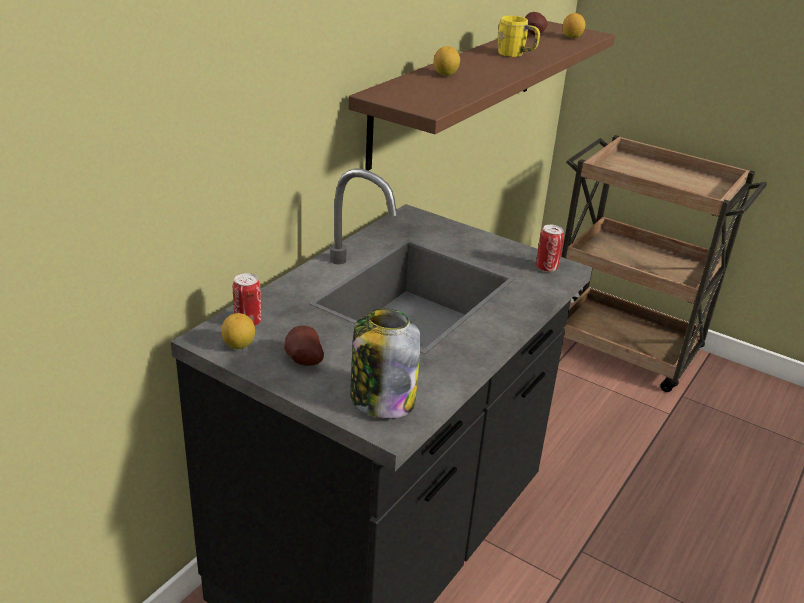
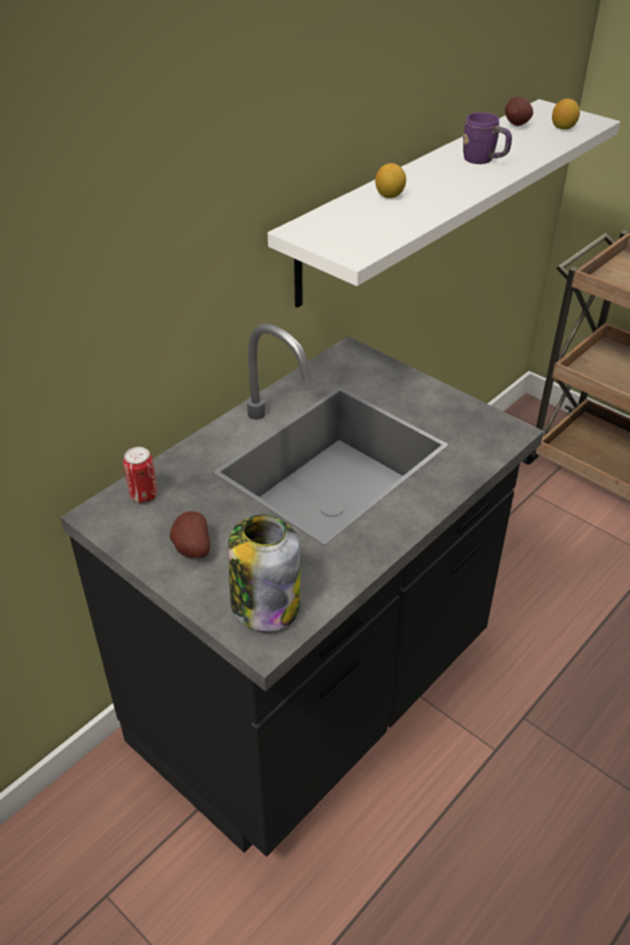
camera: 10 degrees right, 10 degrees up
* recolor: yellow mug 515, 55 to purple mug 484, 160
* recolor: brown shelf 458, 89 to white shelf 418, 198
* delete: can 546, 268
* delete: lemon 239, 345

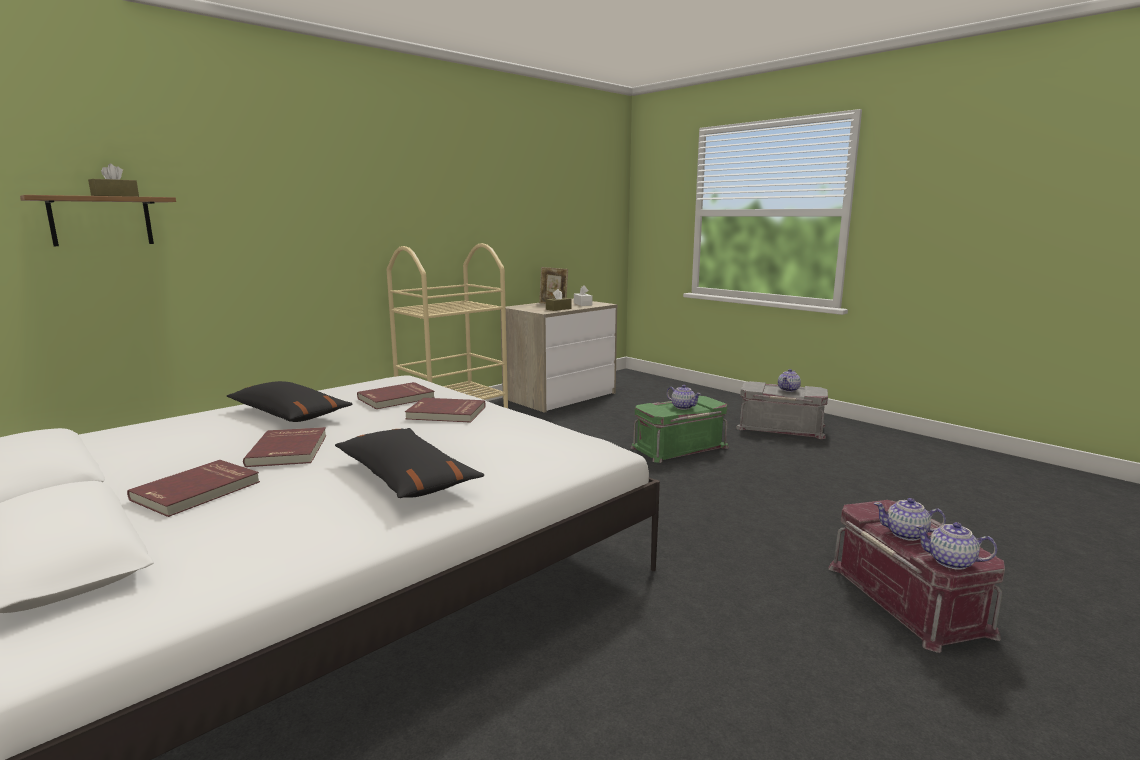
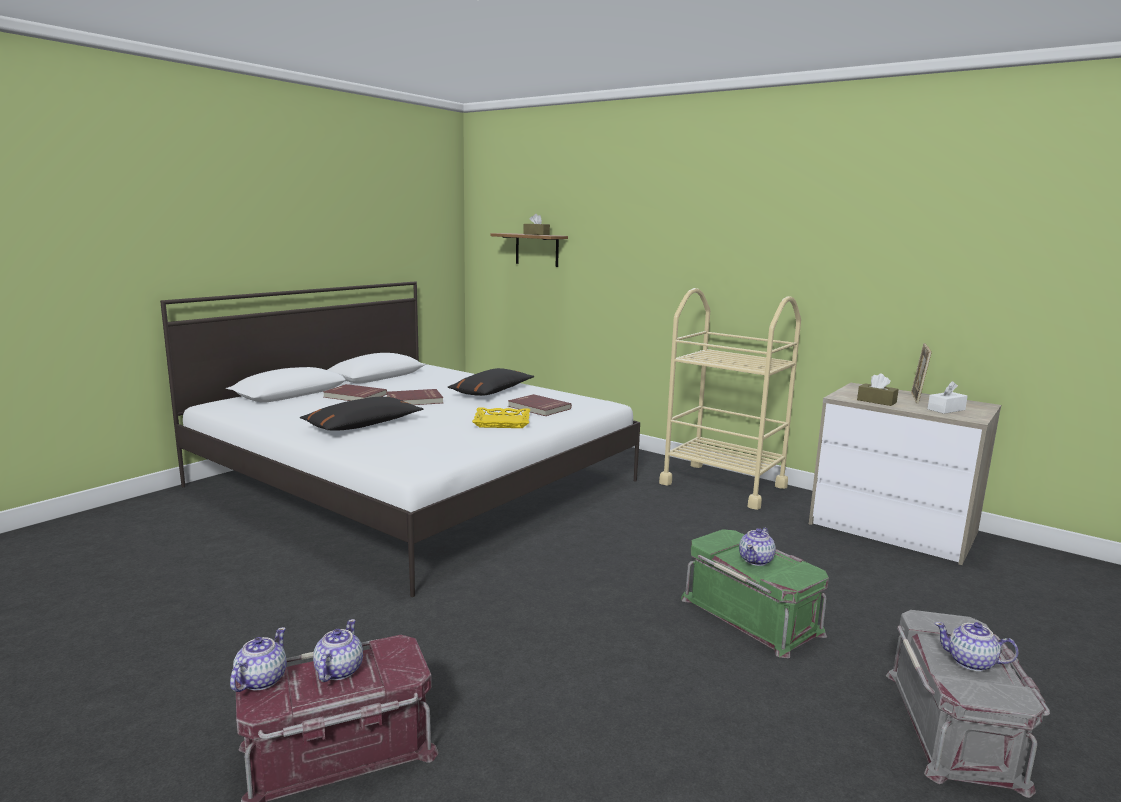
camera: 80 degrees right, 0 degrees up
* replace: red book 446, 413 to yellow tray 502, 422

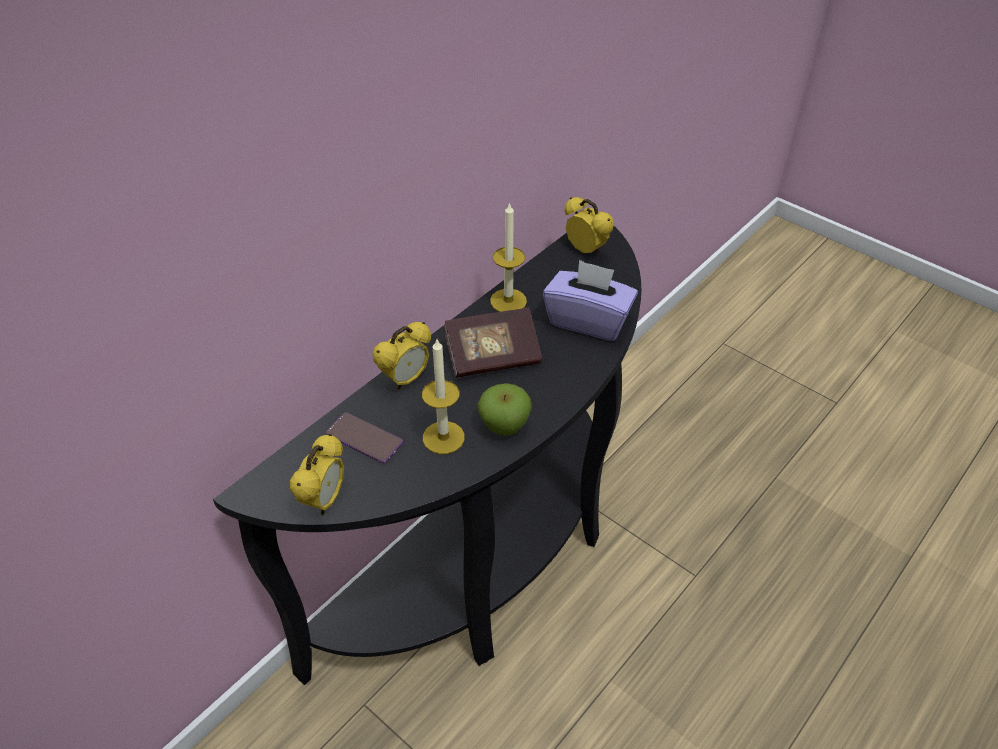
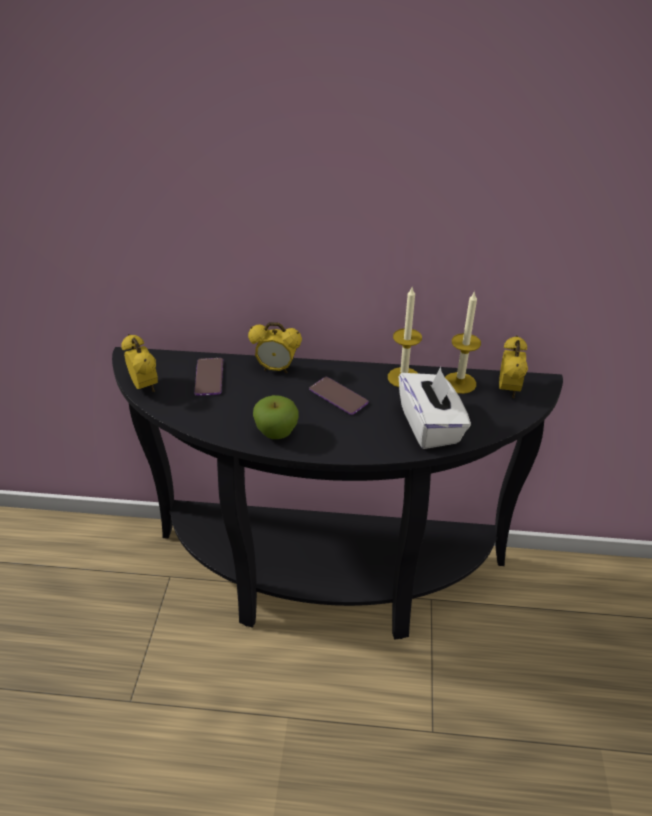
camera: 55 degrees right, 5 degrees down
* recolor: purple tissue box 588, 320 to white tissue box 430, 426
* replace: book 492, 357 to phone 338, 396
* move: candle 443, 437 to 459, 383
* rotate: alarm clock 324, 500 = 145, 386 105 degrees counterclockwise

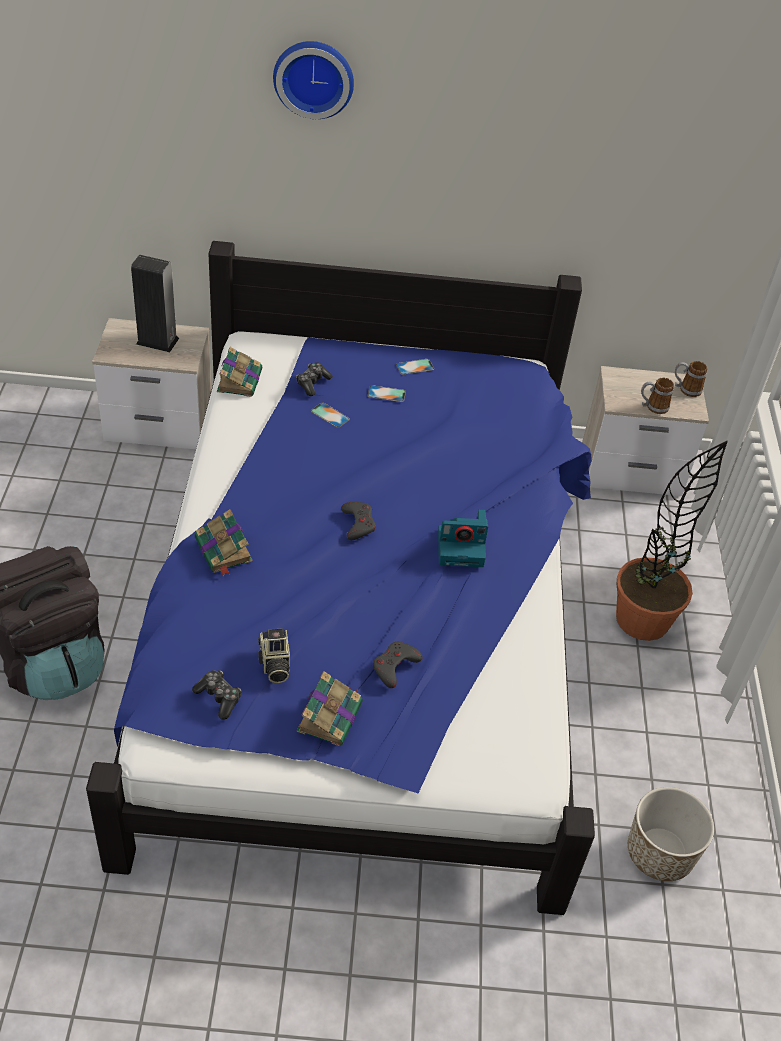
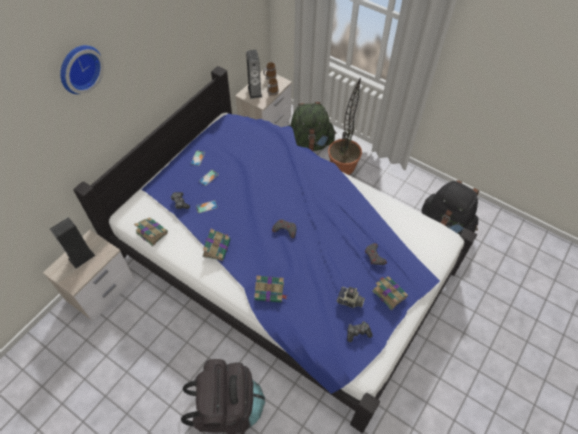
camera: 55 degrees left, 10 degrees up
* delete: photo camera 462, 547
* replace: planter 659, 853 to black backpack 446, 223
* insert: speaker 254, 91
* insert: green backpack 309, 144
* insert: book 217, 247

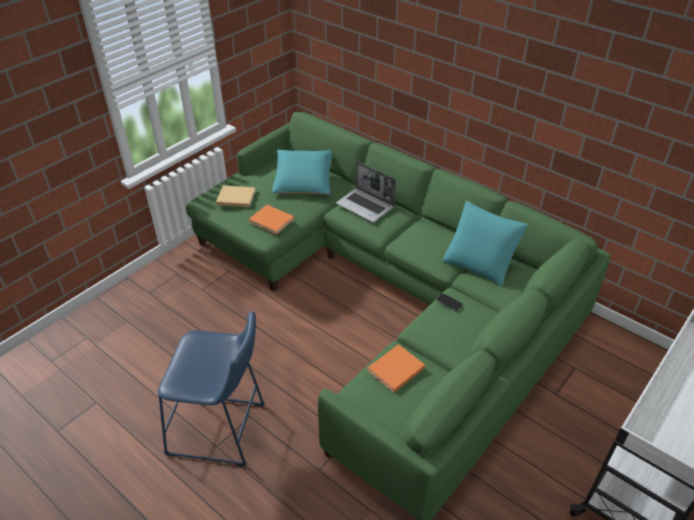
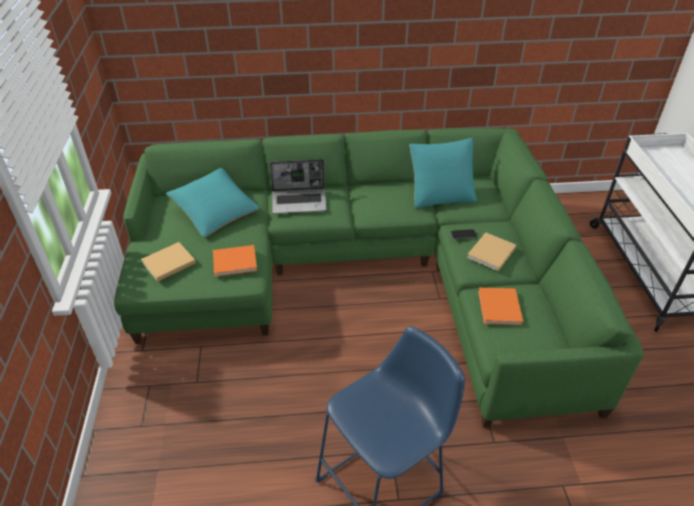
camera: 45 degrees left, 0 degrees up
* insert: beige book 490, 253

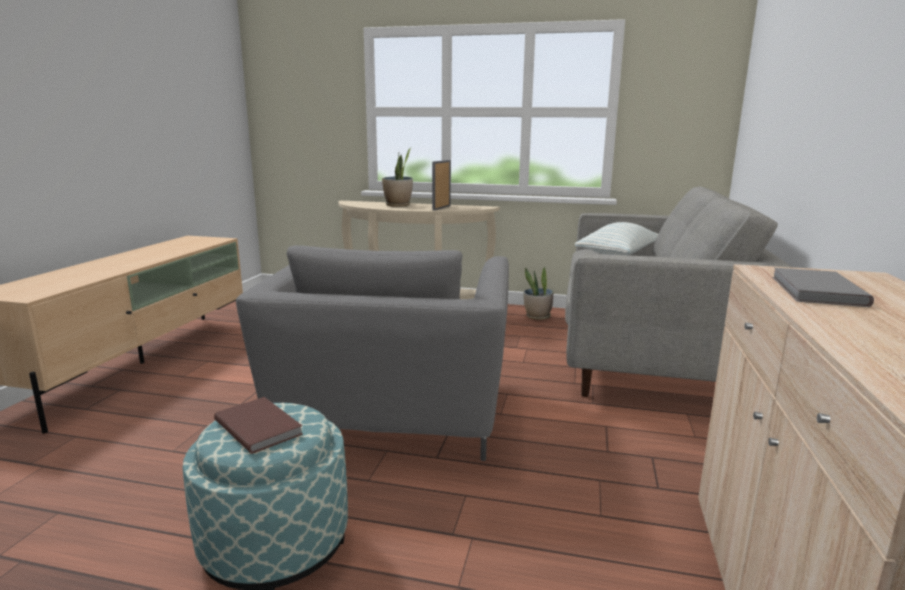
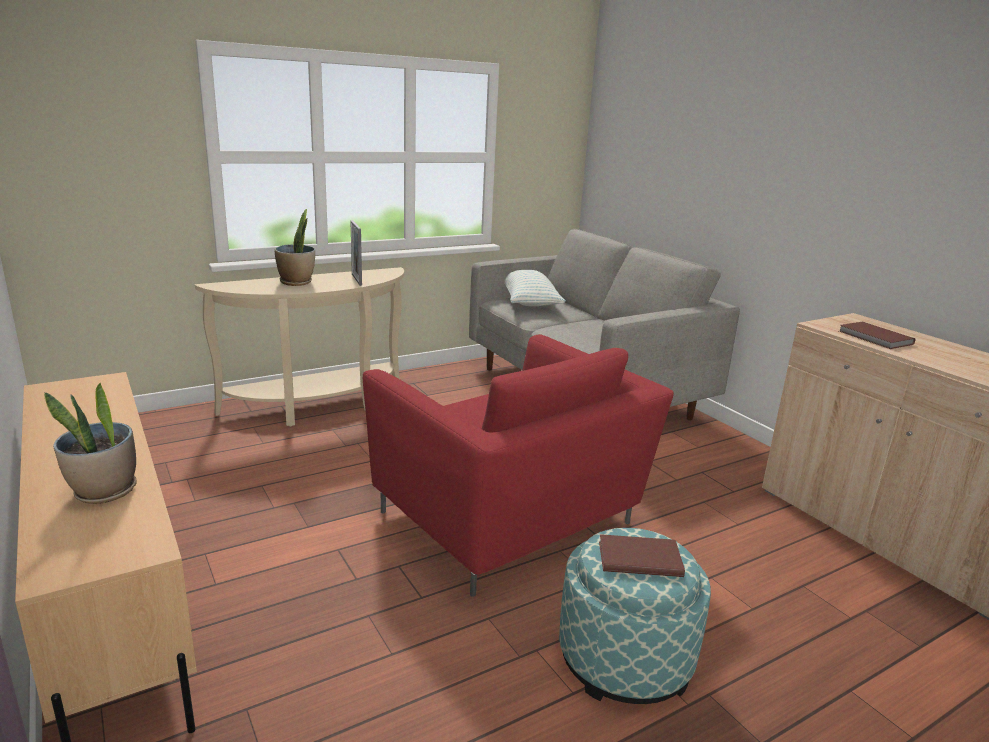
camera: 45 degrees left, 5 degrees up
* recolor: grey armchair 392, 416 to red armchair 509, 521
* move: potted plant 537, 316 to 104, 492
* recolor: grey book 815, 291 to brown book 875, 338

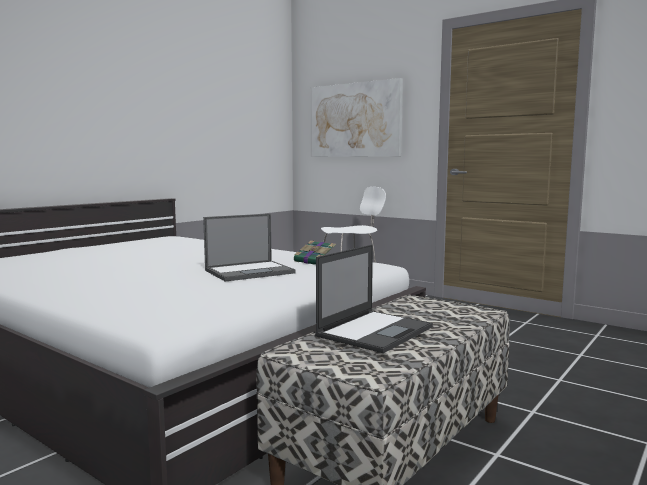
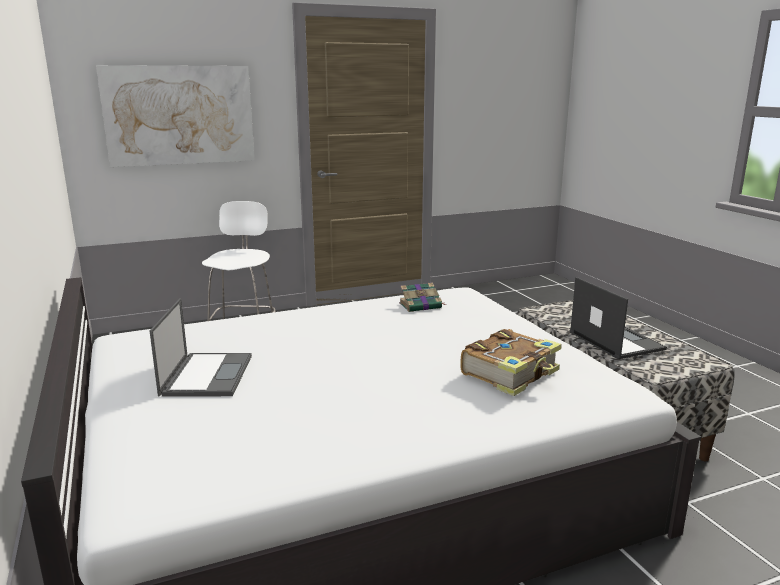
camera: 60 degrees left, 10 degrees up
* move: laptop 250, 271 to 207, 374
* insert: book 511, 373

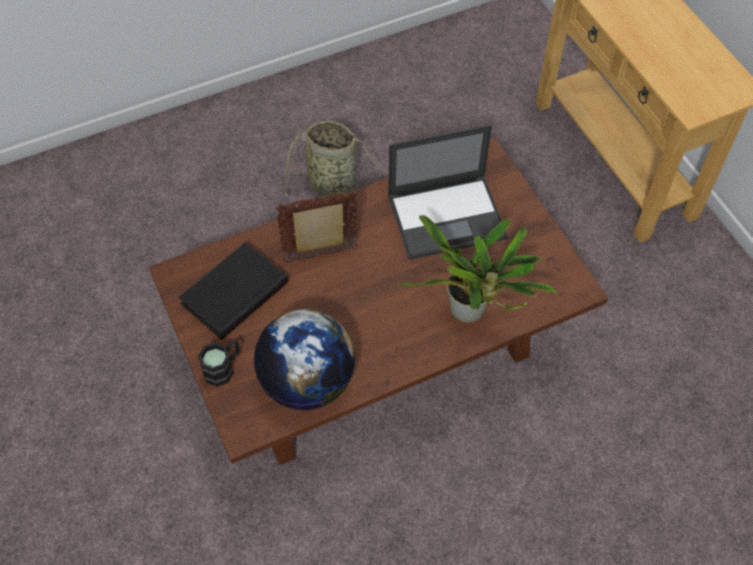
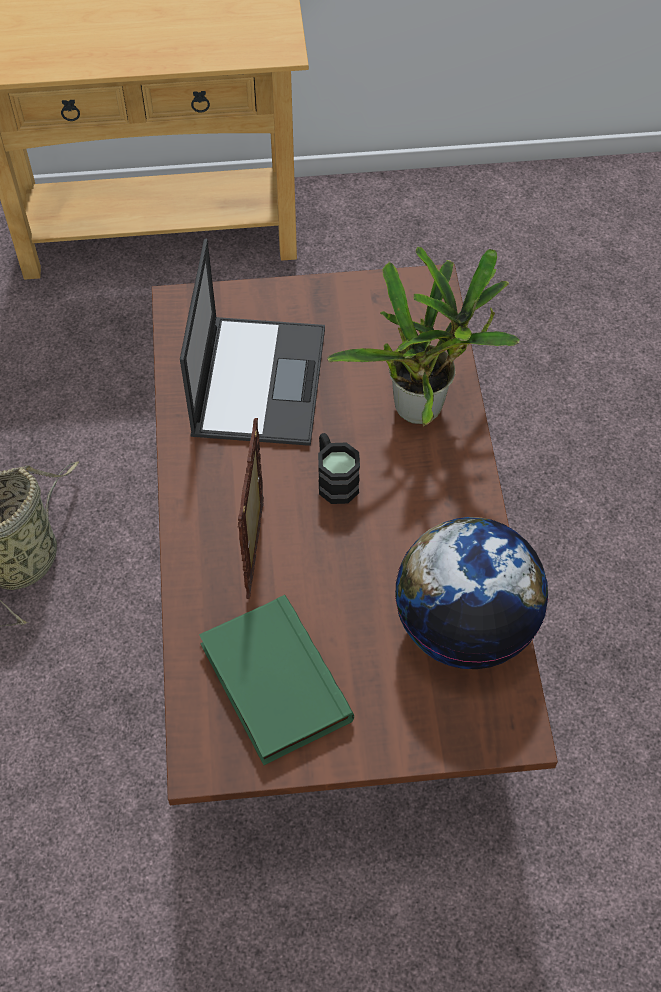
camera: 70 degrees left, 0 degrees up
* recolor: black book 233, 292 to green book 271, 683
* move: black mug 223, 368 to 334, 479

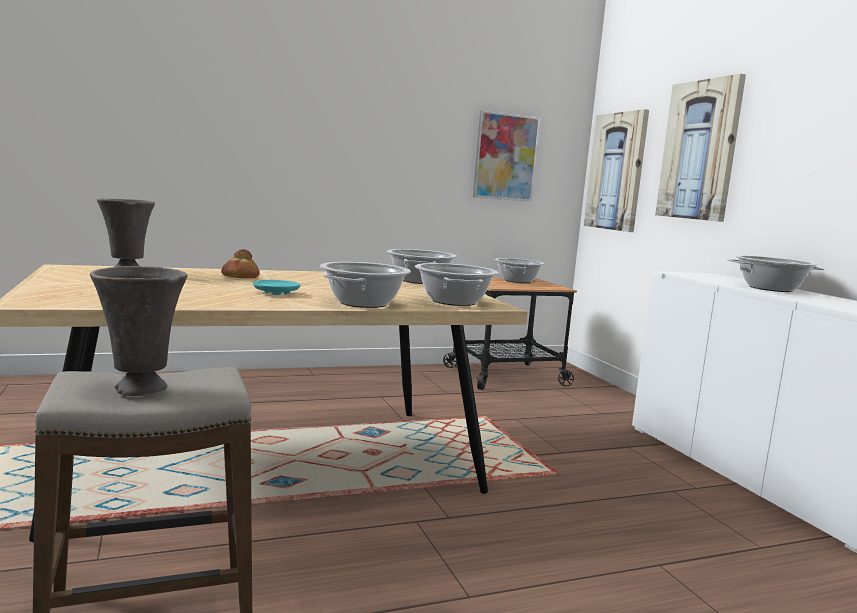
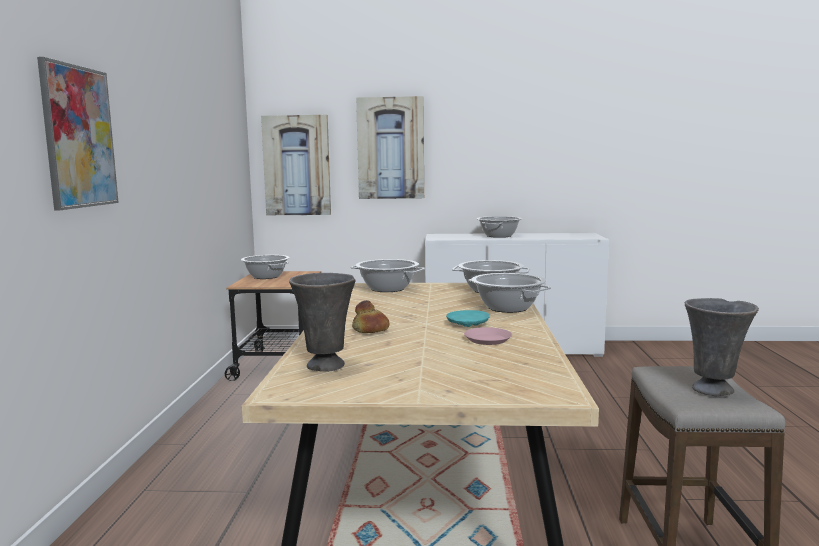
camera: 65 degrees left, 0 degrees up
* move: picture 505, 157 to 79, 137
* insert: pink plate 487, 339

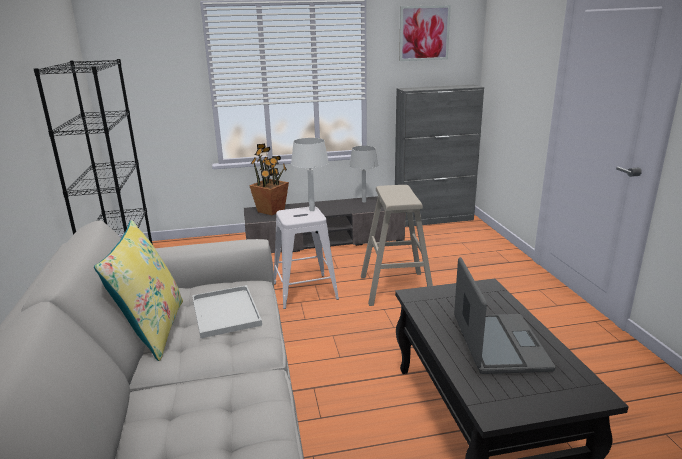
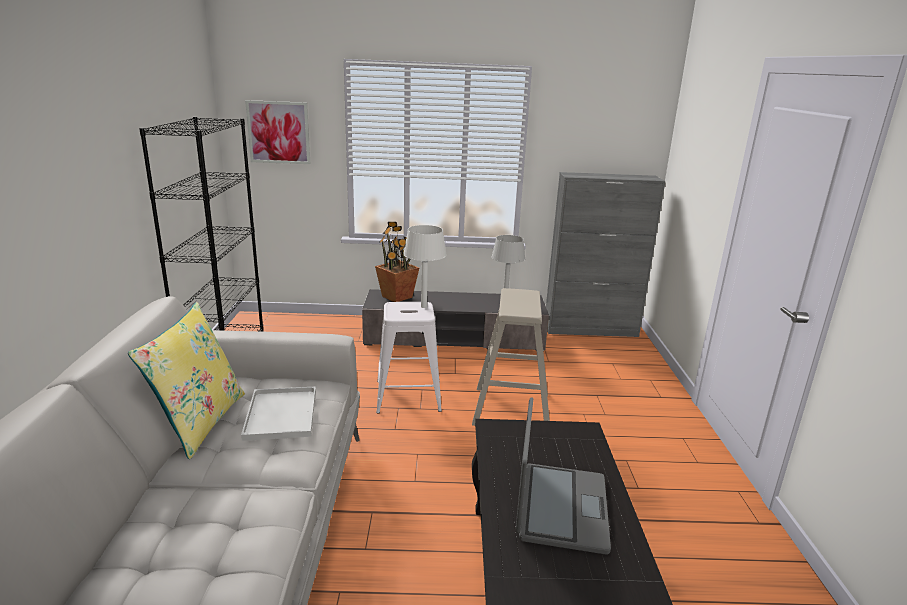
camera: 10 degrees right, 0 degrees up
* move: picture 424, 33 to 279, 132

